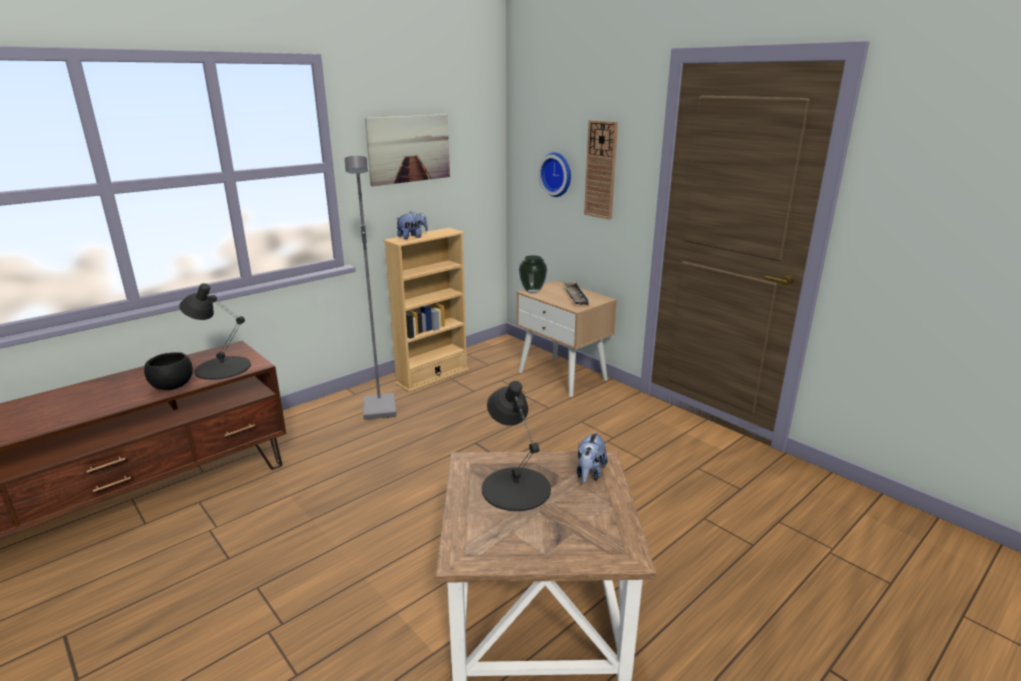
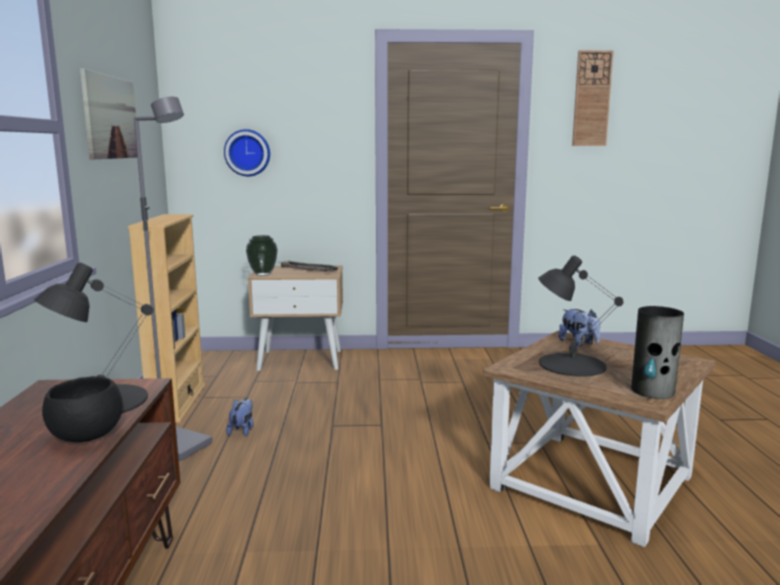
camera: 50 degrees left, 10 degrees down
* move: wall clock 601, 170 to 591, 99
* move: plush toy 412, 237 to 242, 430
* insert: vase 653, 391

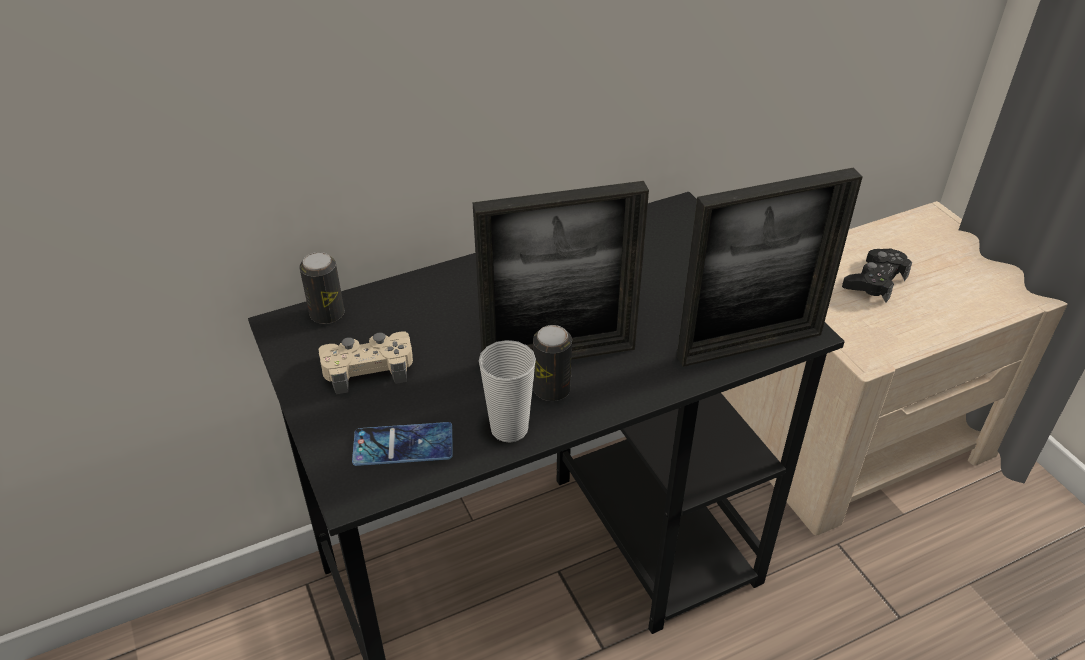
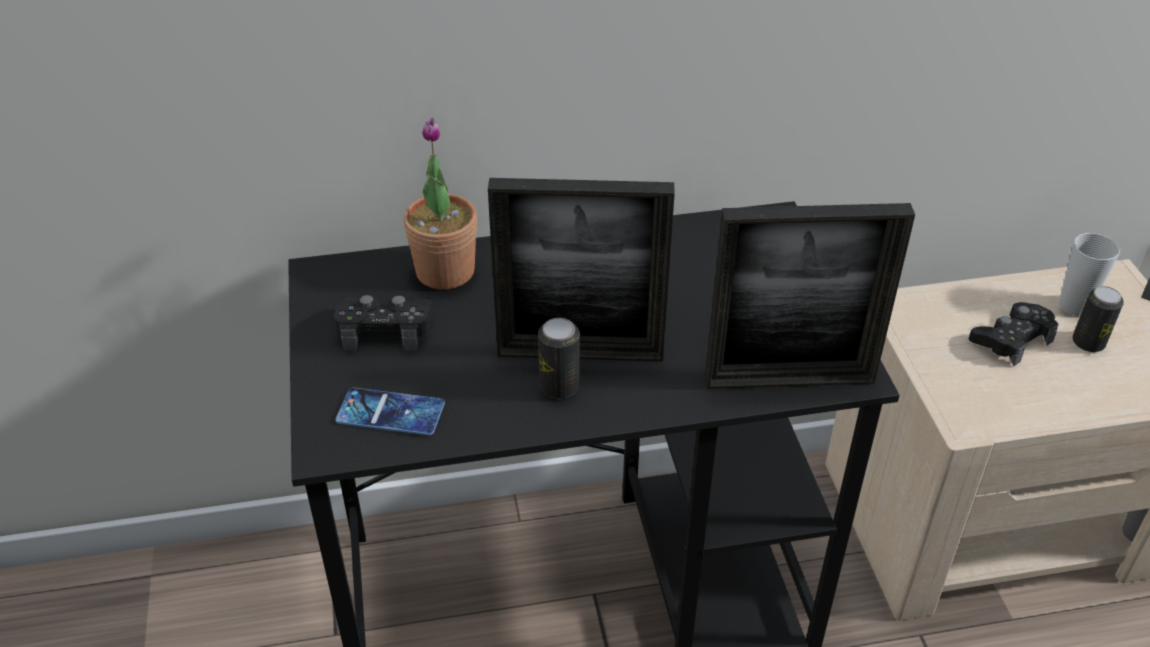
camera: 15 degrees right, 0 degrees up
* move: can 327, 314 to 1088, 343
* recolor: beige game controller 368, 368 to black game controller 385, 330
* move: cup 509, 429 to 1074, 306
* insert: potted plant 445, 271

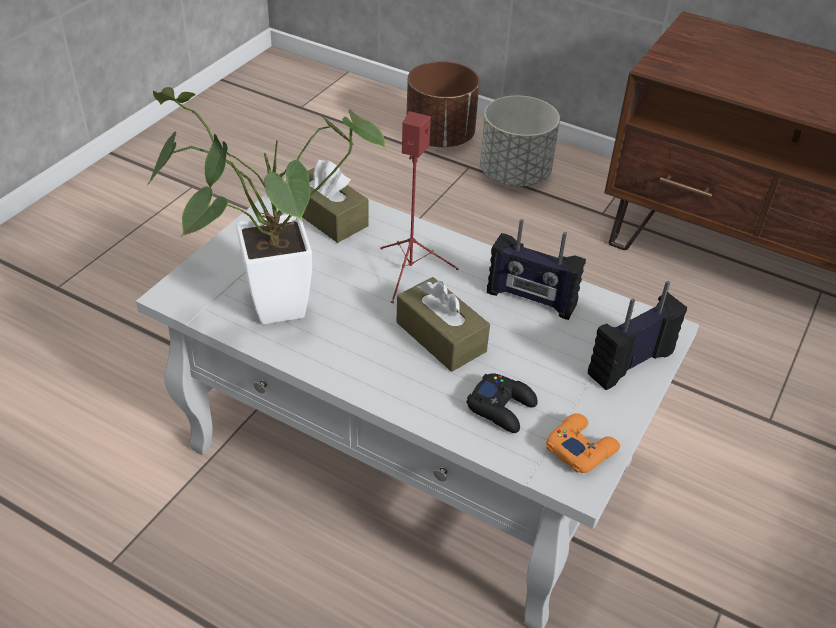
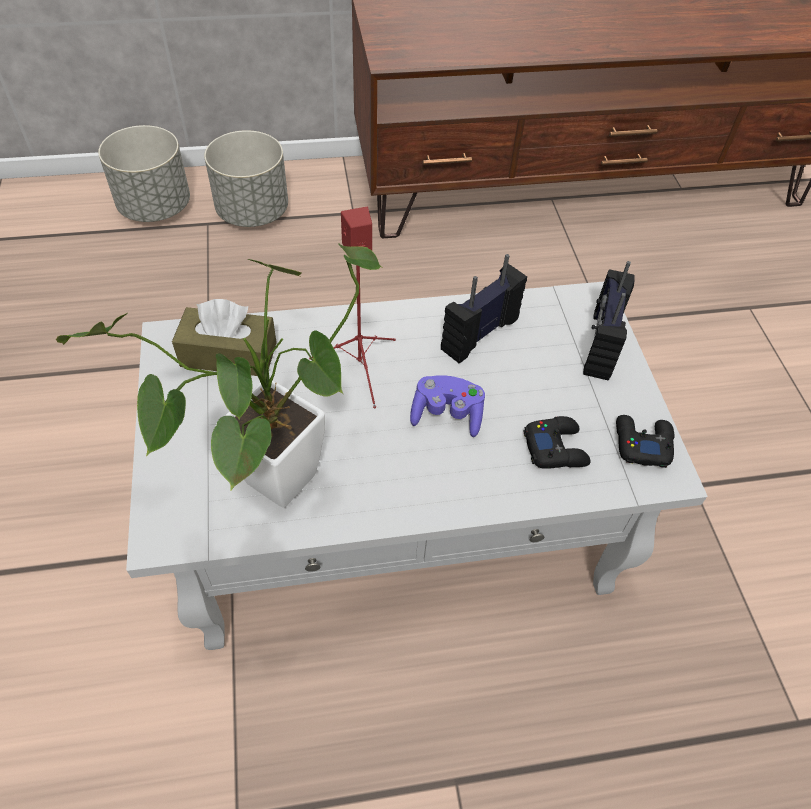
camera: 40 degrees left, 10 degrees up
* recolor: brown planter 440, 137 to grey planter 156, 207
* rotate: radio 530, 299 = 478, 333 150 degrees clockwise
* replace: brown tissue box 441, 337 to purple game controller 447, 414
* recolor: orange game controller 581, 448 to black game controller 641, 443

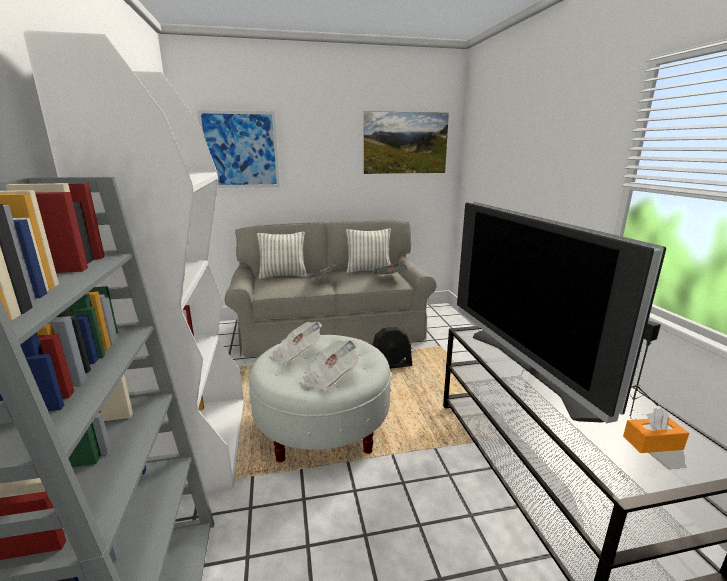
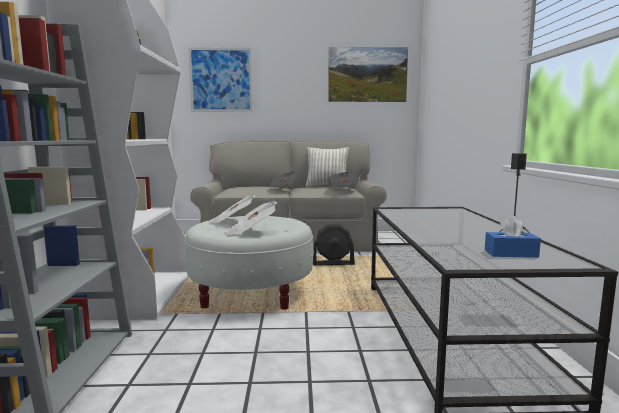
camera: 10 degrees right, 10 degrees down
* delete: television 527, 369
* delete: pillow 283, 276
* recolor: orange tissue box 652, 443 to blue tissue box 511, 253

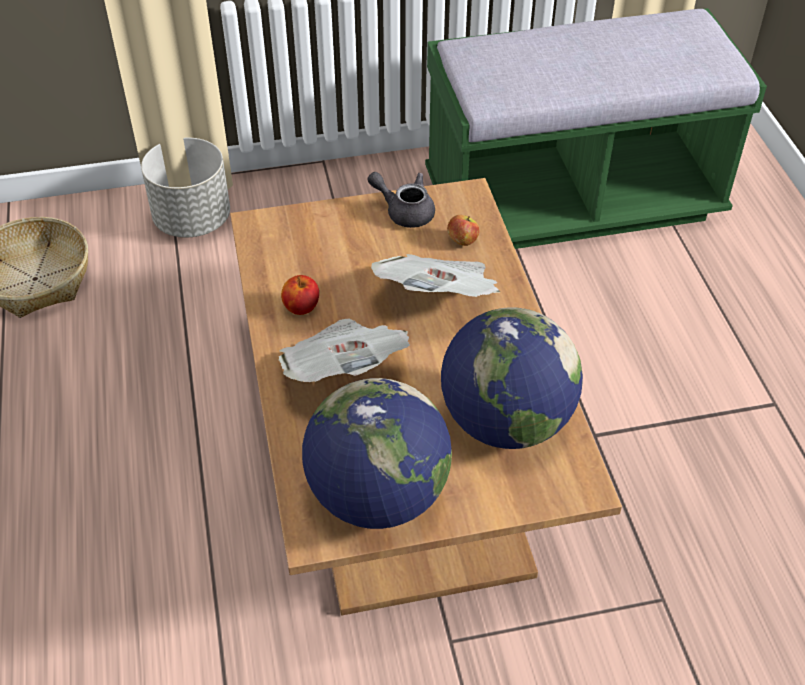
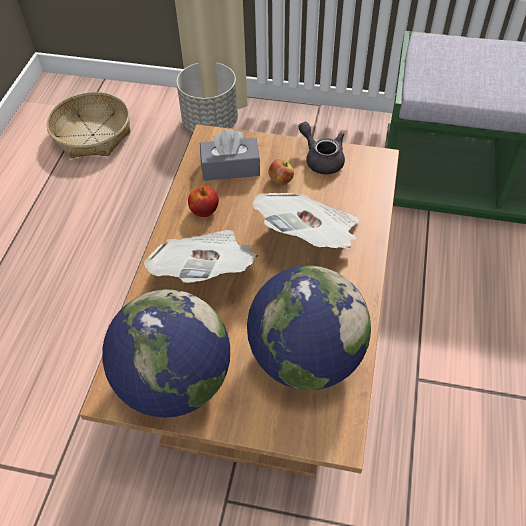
camera: 25 degrees right, 5 degrees up
* move: apple 462, 241 to 280, 180
* insert: grey tissue box 230, 168

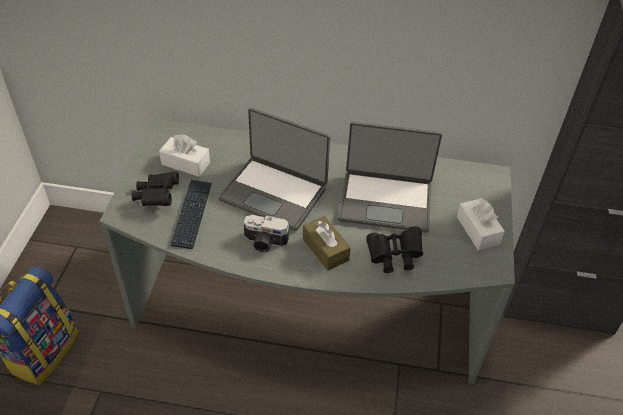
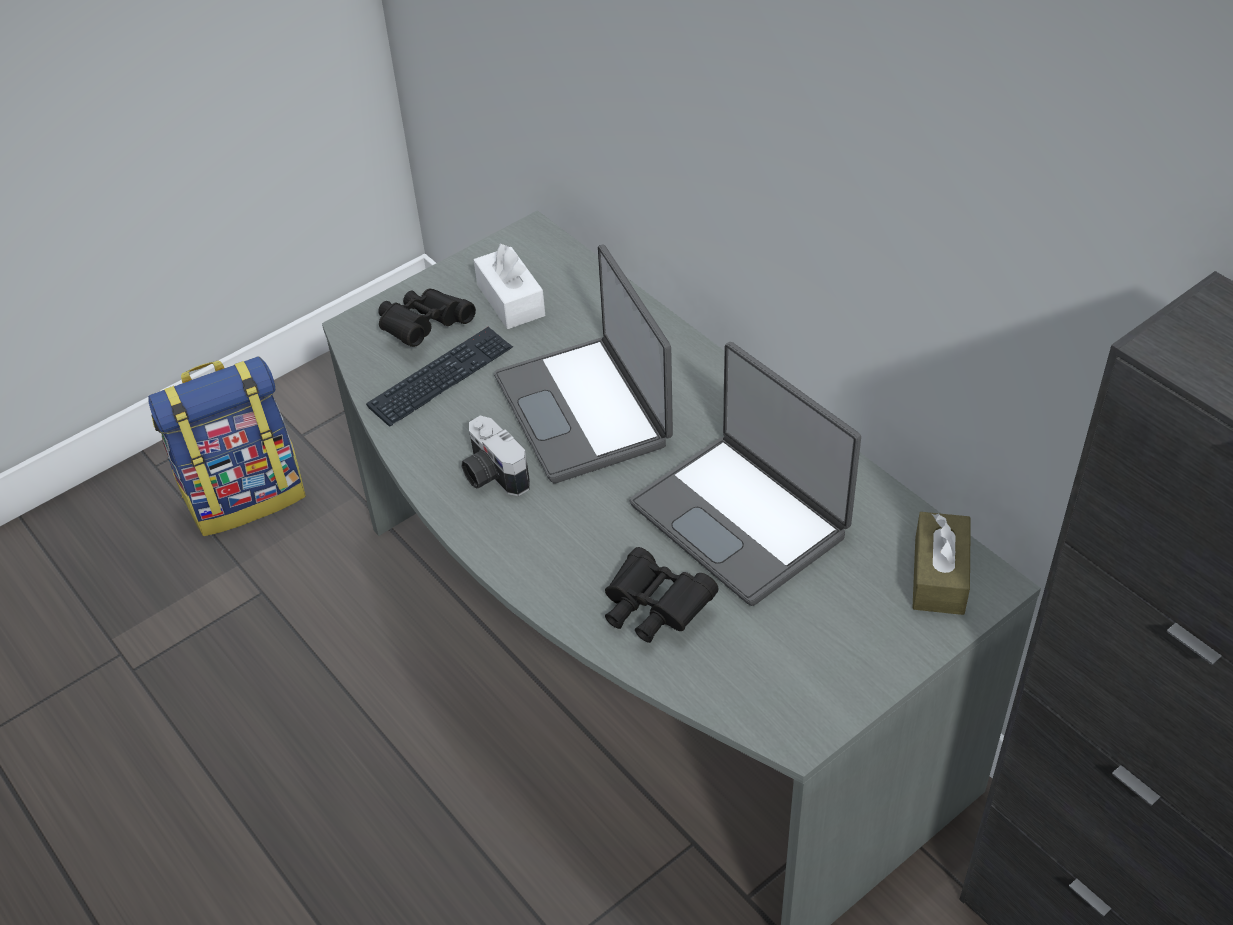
camera: 45 degrees right, 0 degrees up
* delete: white tissue box 478, 230
* move: brown tissue box 325, 249 to 939, 575

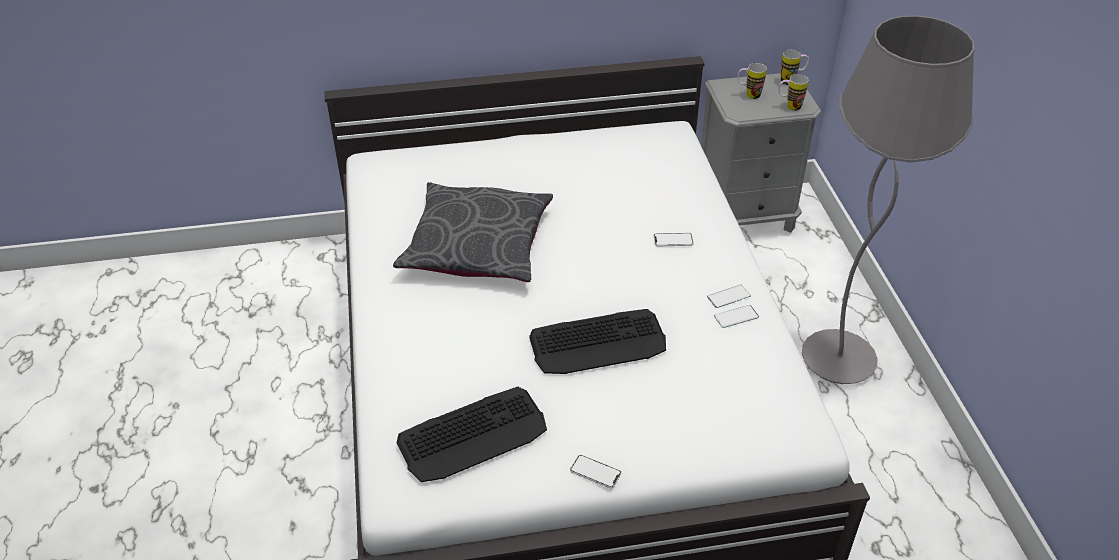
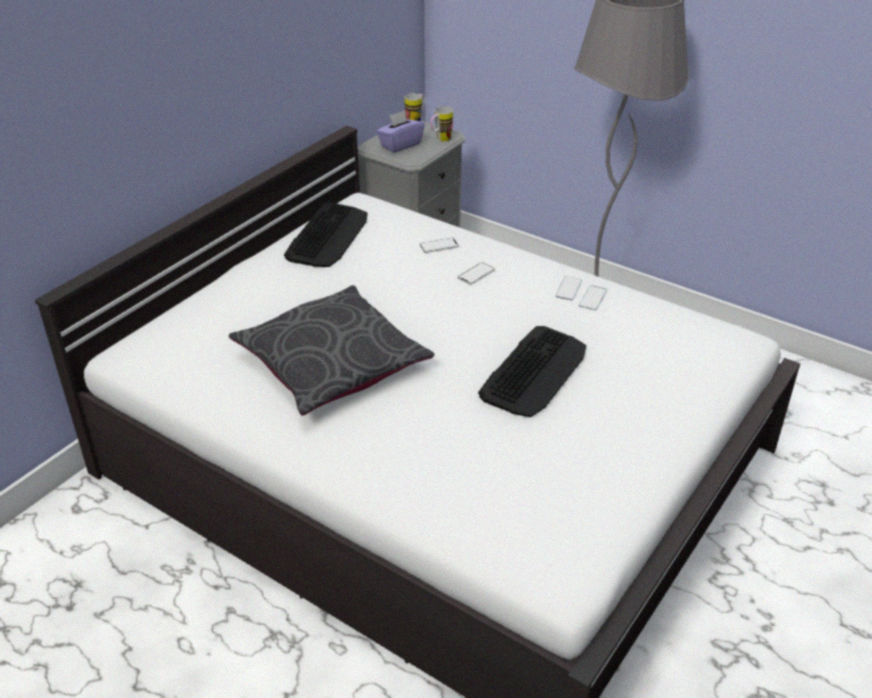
camera: 45 degrees left, 5 degrees down
* replace: mug 748, 95 to purple tissue box 400, 145
* move: keyboard 473, 435 to 328, 236
* move: phone 595, 472 to 439, 246

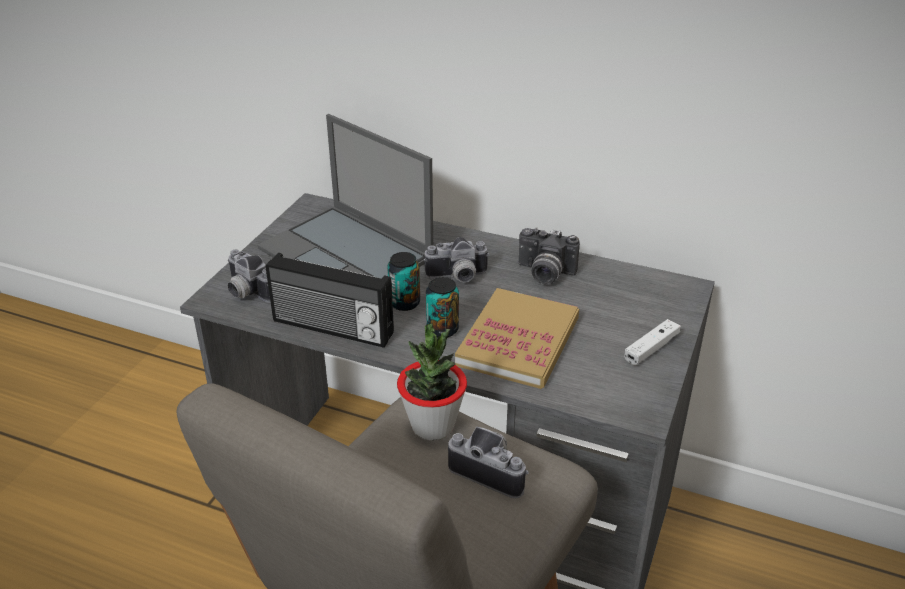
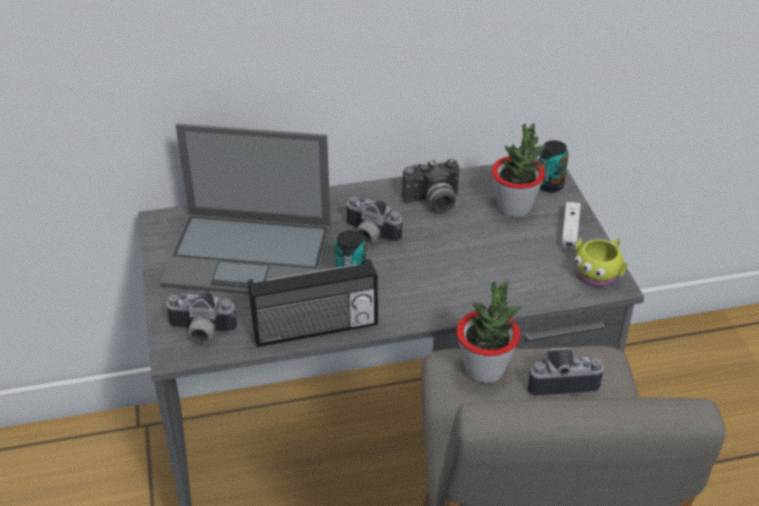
camera: 35 degrees left, 5 degrees up
* rotate: photo camera 457, 278 = 369, 236 75 degrees clockwise
* move: can 442, 329 to 550, 185
* delete: book 518, 341
* insert: potted plant 514, 207
* insert: yellow mug 599, 272

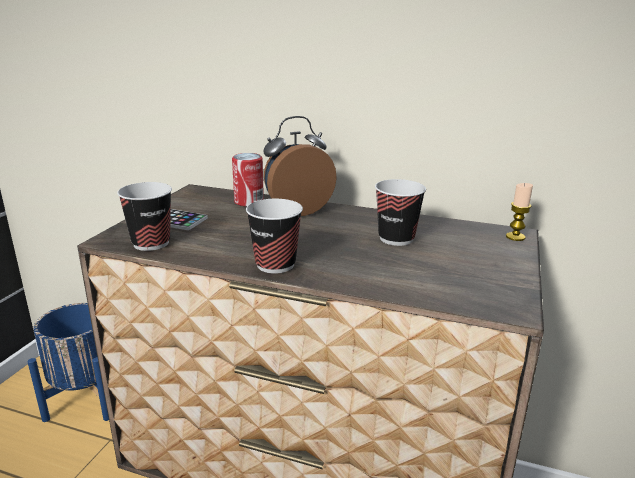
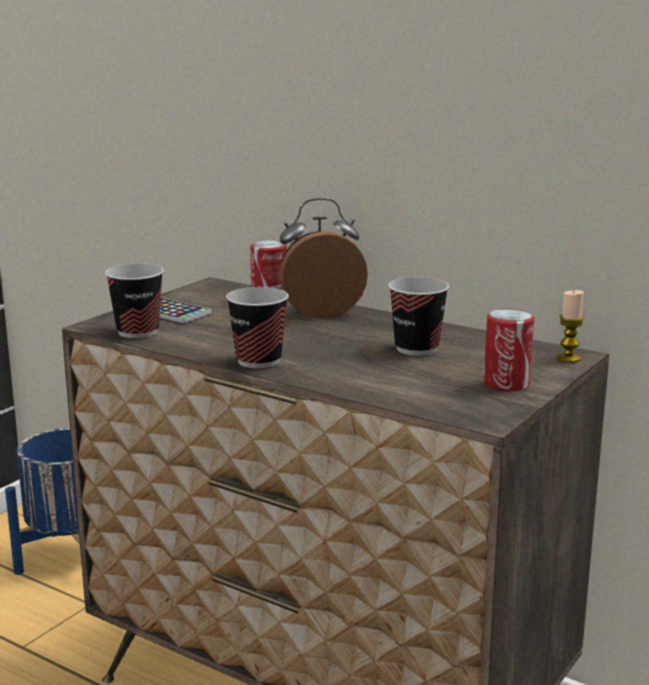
camera: 15 degrees right, 5 degrees down
* insert: can 506, 384

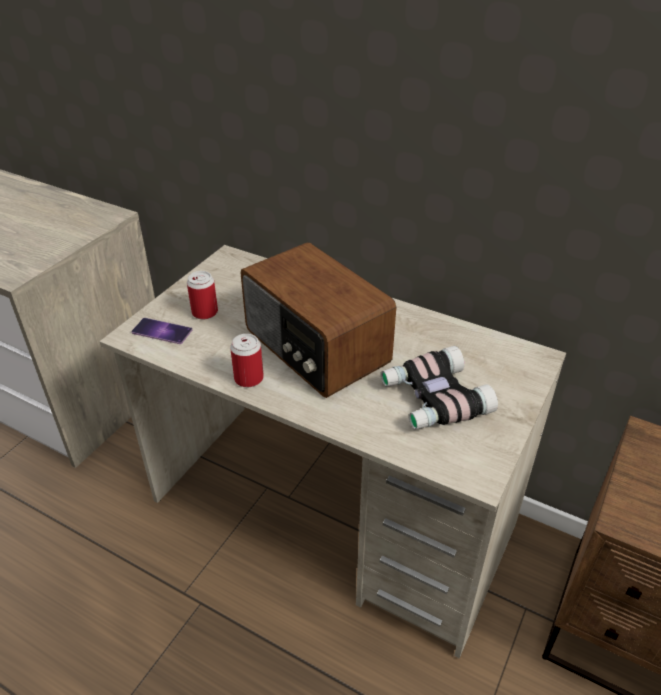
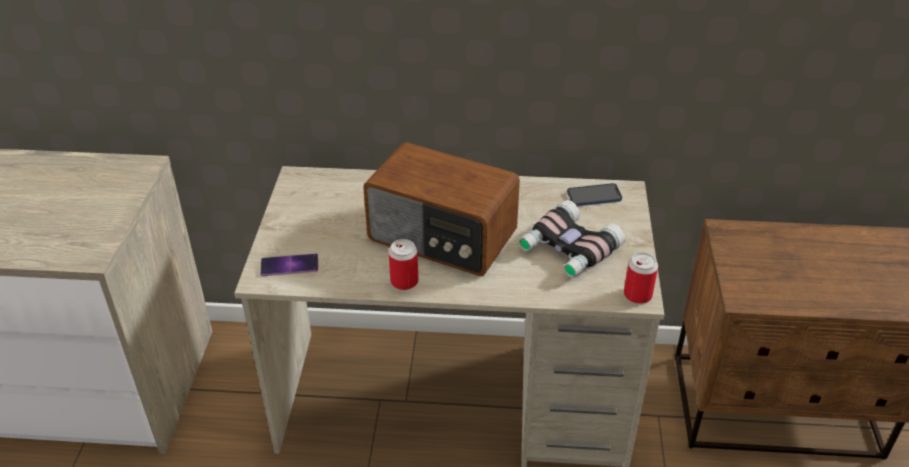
camera: 25 degrees left, 0 degrees up
* move: can 205, 312 to 637, 295
* insert: phone 594, 196

